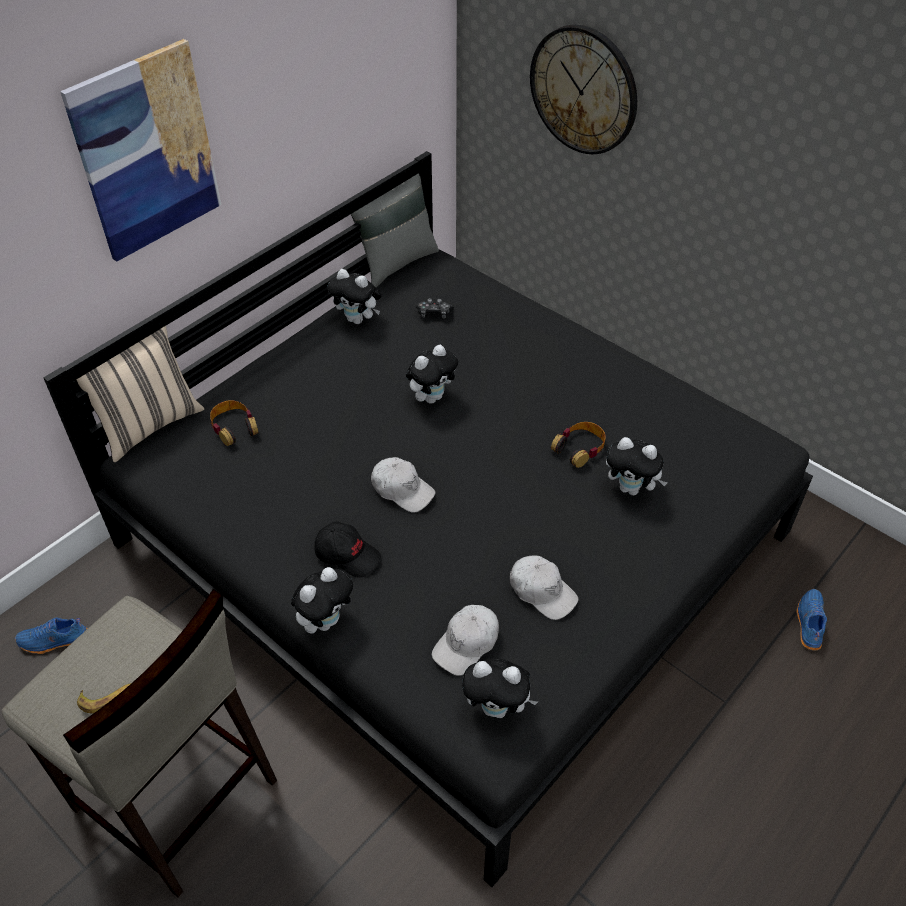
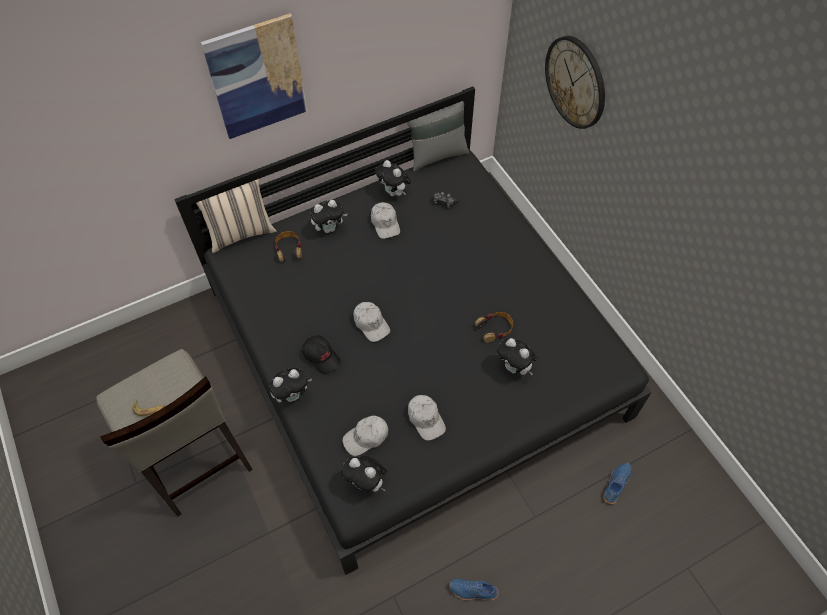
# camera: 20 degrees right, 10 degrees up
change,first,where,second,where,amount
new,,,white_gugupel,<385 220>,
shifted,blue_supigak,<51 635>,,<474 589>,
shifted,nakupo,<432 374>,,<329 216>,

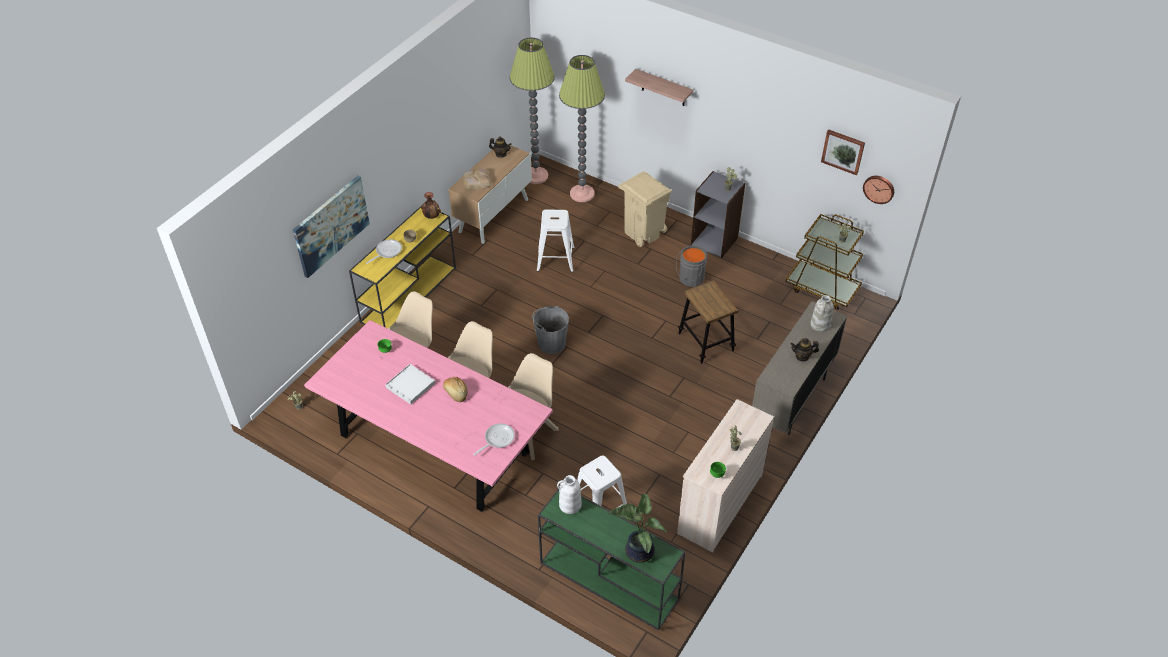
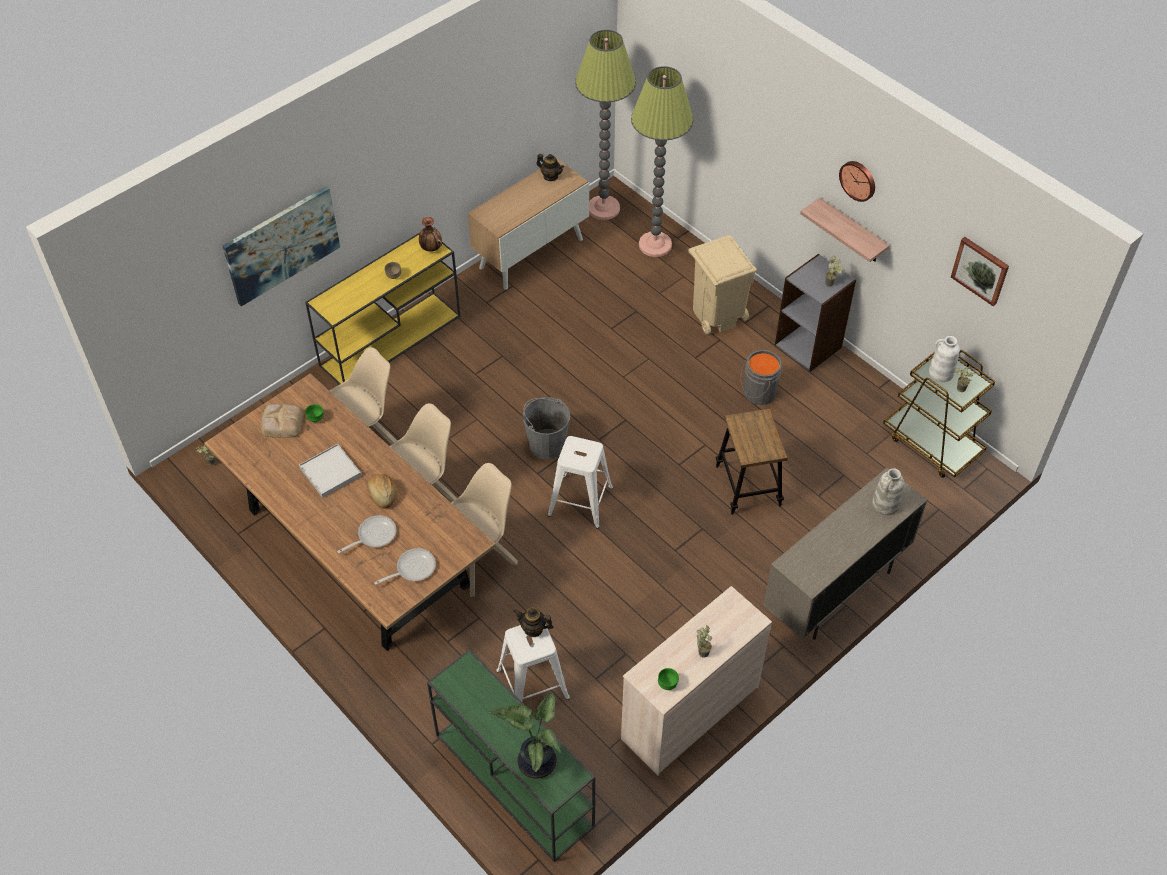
# camera: 15 degrees right, 5 degrees up
change,first,where,second,where,amount
shifted,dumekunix,<384 251>,,<367 534>,
shifted,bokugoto,<477 179>,,<282 421>,
shifted,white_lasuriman,<556 240>,,<580 482>,
shifted,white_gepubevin,<569 494>,,<944 359>,
shifted,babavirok,<659 87>,,<845 230>,
shifted,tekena,<805 350>,,<533 622>,
shifted,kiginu,<878 190>,,<857 181>,
repainted,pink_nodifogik,<428 416>,brown_nodifogik,<350 512>,

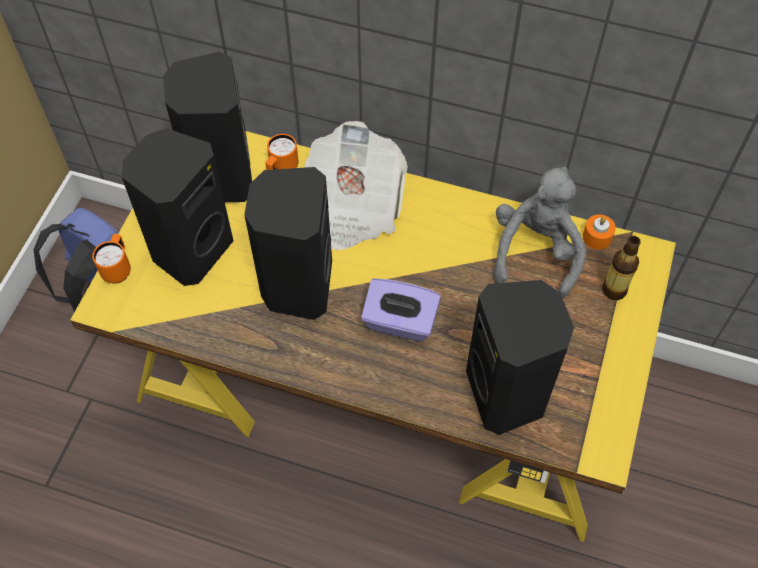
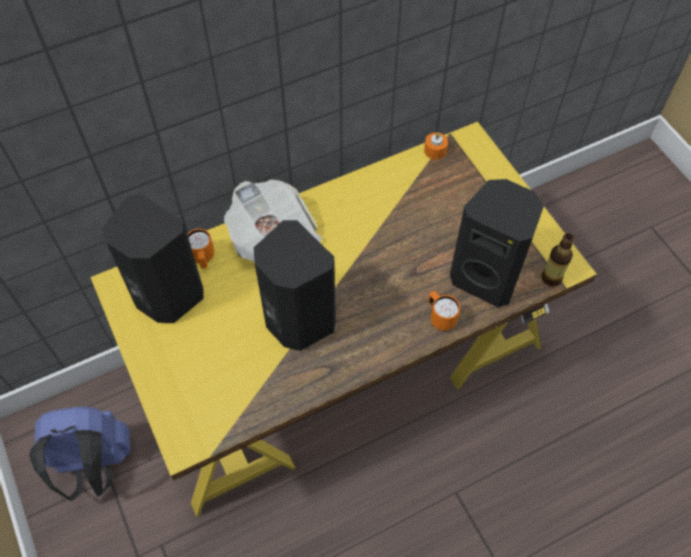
# camera: 45 degrees left, 0 degrees up
change,first,where,second,where,amount
gone,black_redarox,<177 207>,,,
gone,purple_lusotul,<401 310>,,,
gone,grey_nakupo,<539 232>,,,
shifted,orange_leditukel,<111 259>,,<444 311>,
shifted,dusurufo,<621 268>,,<558 260>,

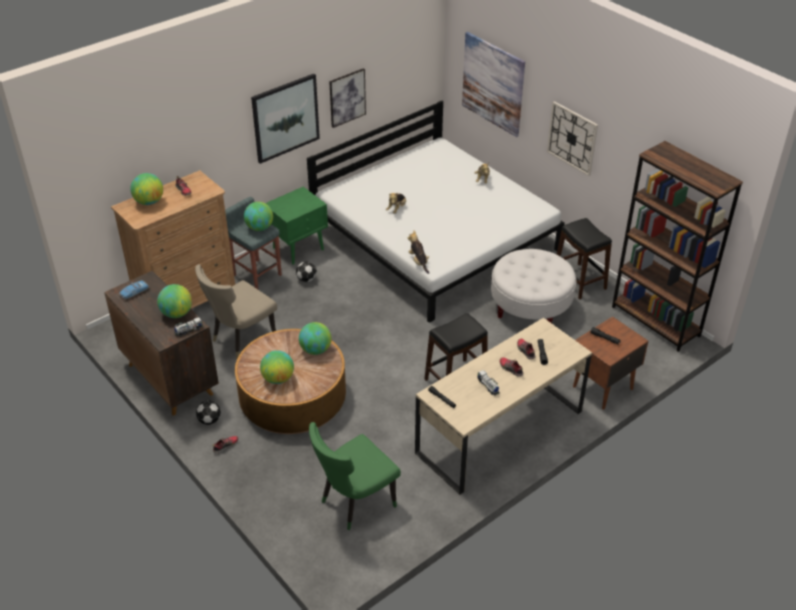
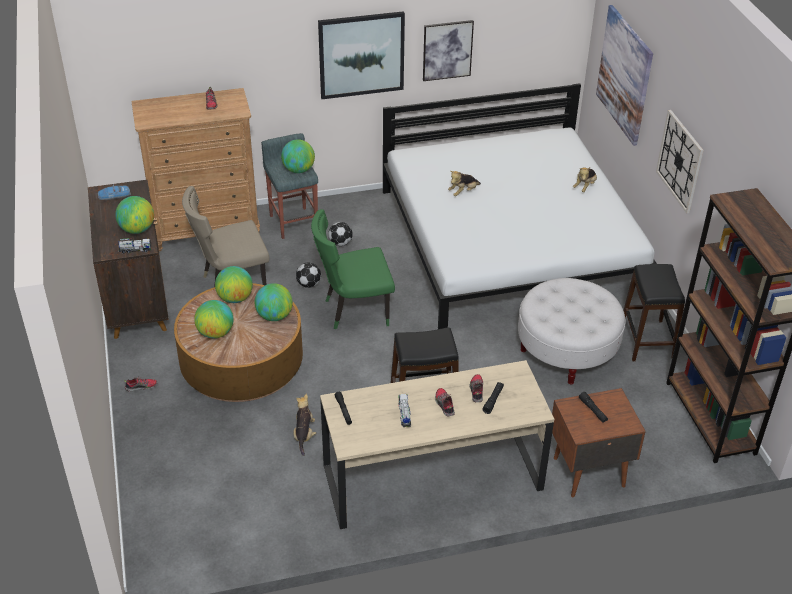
# camera: 25 degrees right, 0 degrees up
change,first,where,second,where,amount
gone,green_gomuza,<296 226>,,,
shifted,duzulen,<146 189>,,<234 284>,
shifted,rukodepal,<208 412>,,<308 275>,
shifted,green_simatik,<355 476>,,<353 269>,
shifted,nakupo,<418 252>,,<304 425>,

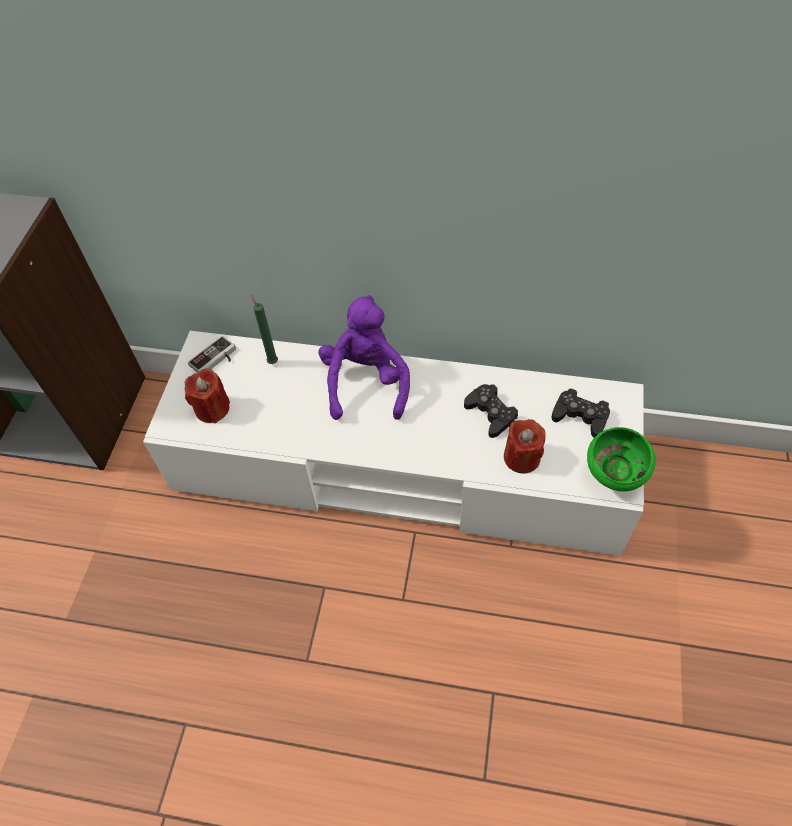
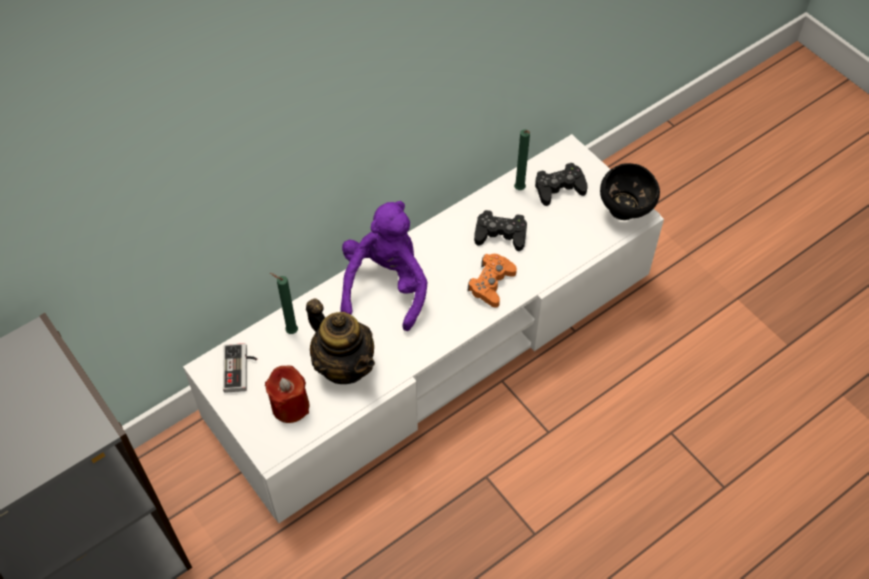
# camera: 50 degrees left, 0 degrees up
change,first,where,second,where,amount
gone,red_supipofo,<524 446>,,,
new,,,tekena,<340 341>,
new,,,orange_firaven,<492 281>,
new,,,green_supipofo,<522 159>,
repainted,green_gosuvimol,<621 459>,black_gosuvimol,<630 191>,
rotated,purple_nakupo,<364 357>,,<384 266>,60 degrees clockwise

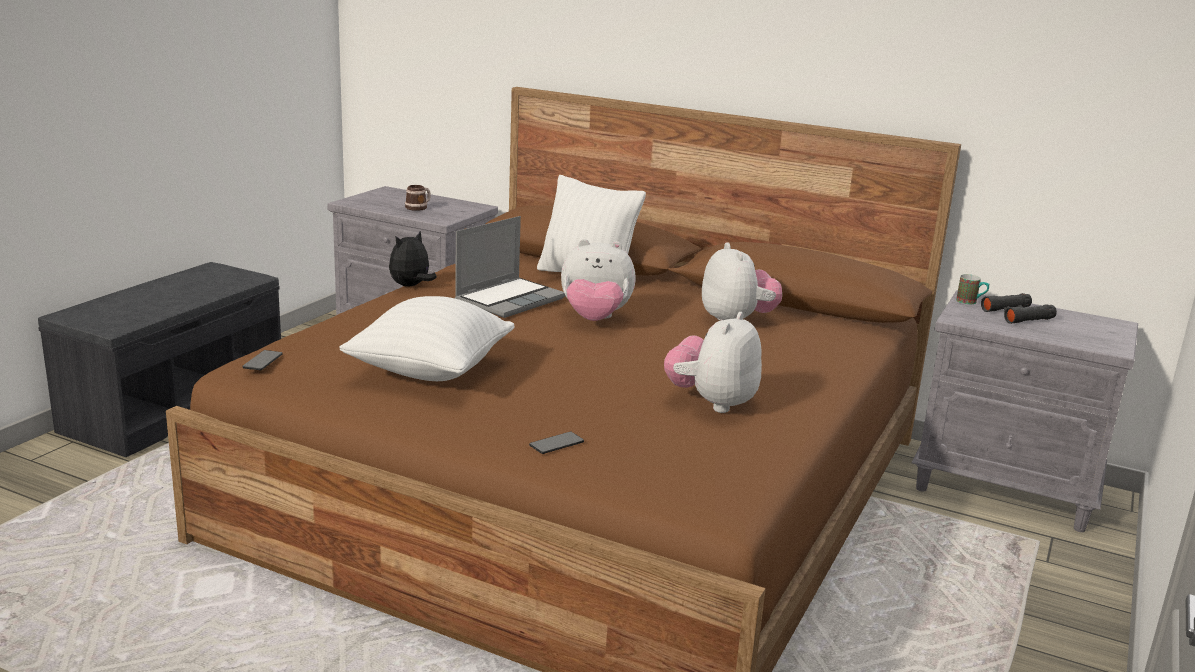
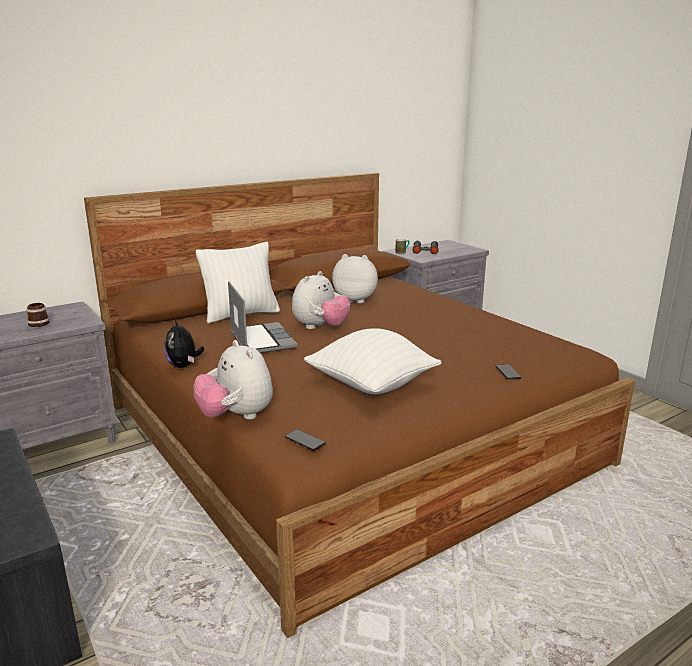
# camera: 60 degrees left, 0 degrees up
change,first,where,second,where,amount
shifted,nakupo,<713 362>,,<233 380>,

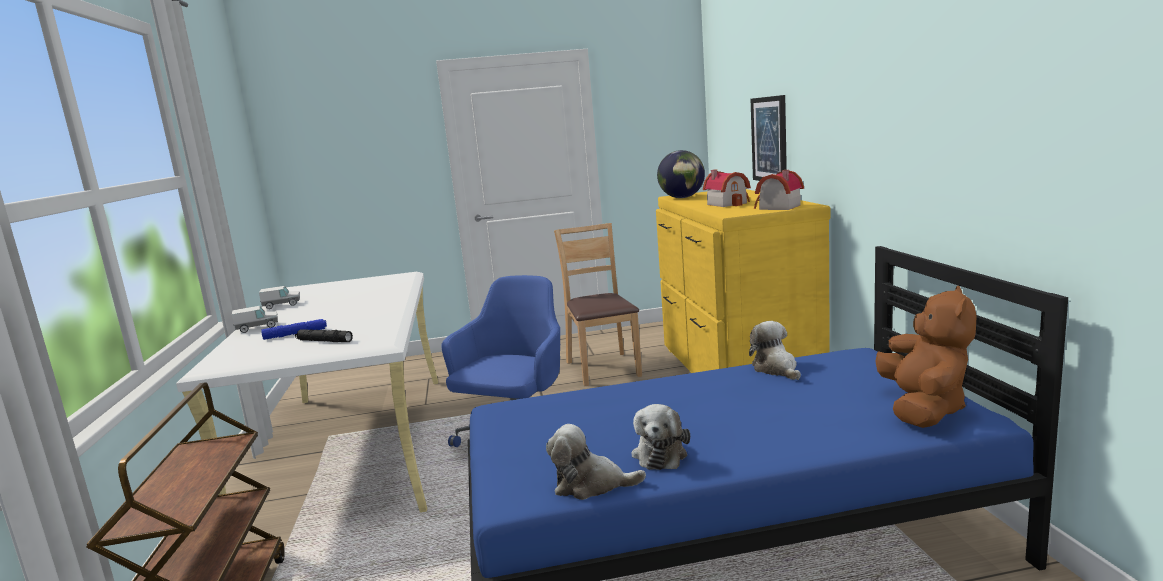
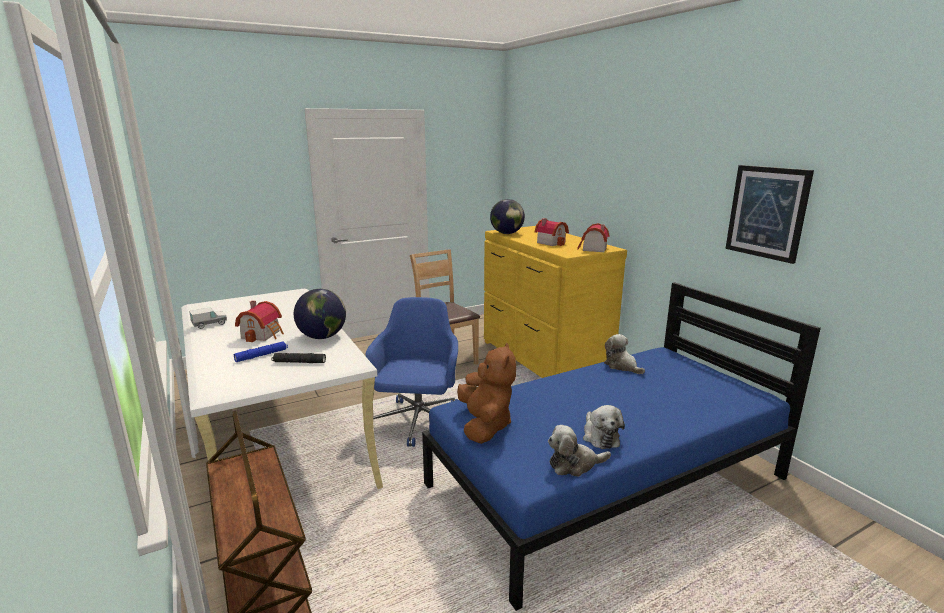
# camera: 20 degrees left, 5 degrees up
change,first,where,second,where,amount
gone,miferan,<255 319>,,,
new,,,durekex,<259 321>,
new,,,duzulen,<320 314>,
shifted,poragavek,<768 138>,,<769 214>,
shifted,brown_nakupo,<926 357>,,<486 393>,

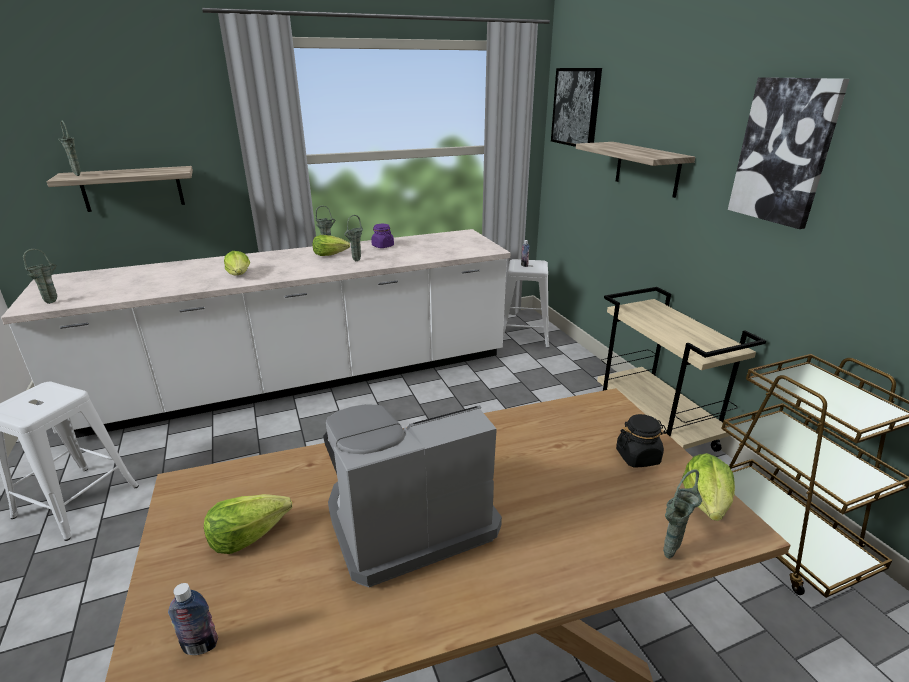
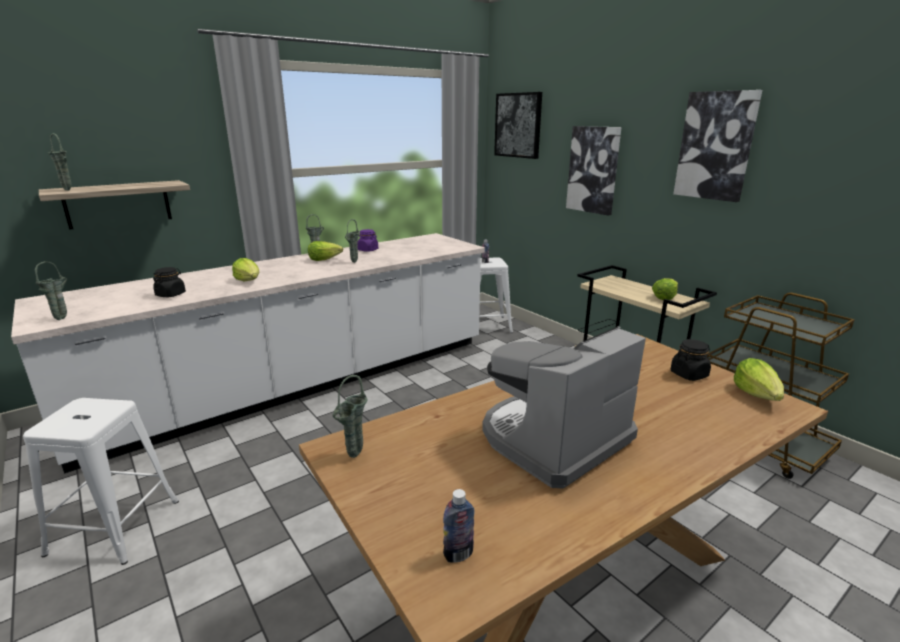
# camera: 15 degrees left, 5 degrees down
change,first,where,second,where,amount
new,,,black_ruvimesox,<169 282>,
shifted,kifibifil,<248 524>,,<665 289>,
shifted,green_gepubevin,<682 514>,,<349 416>,
swapped,babavirok,<635 170>,poragavek,<594 170>,

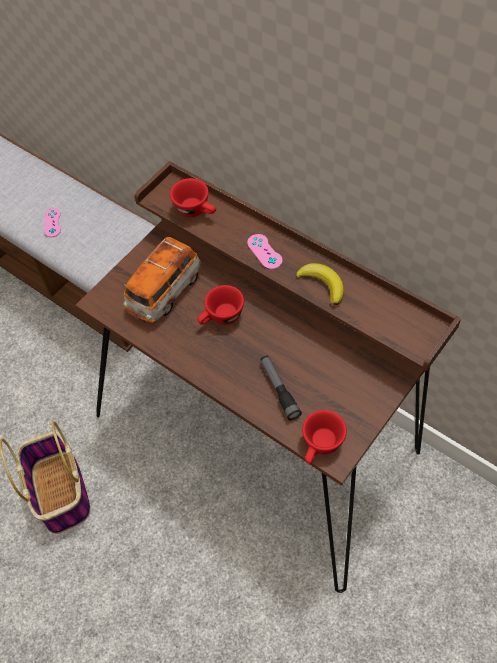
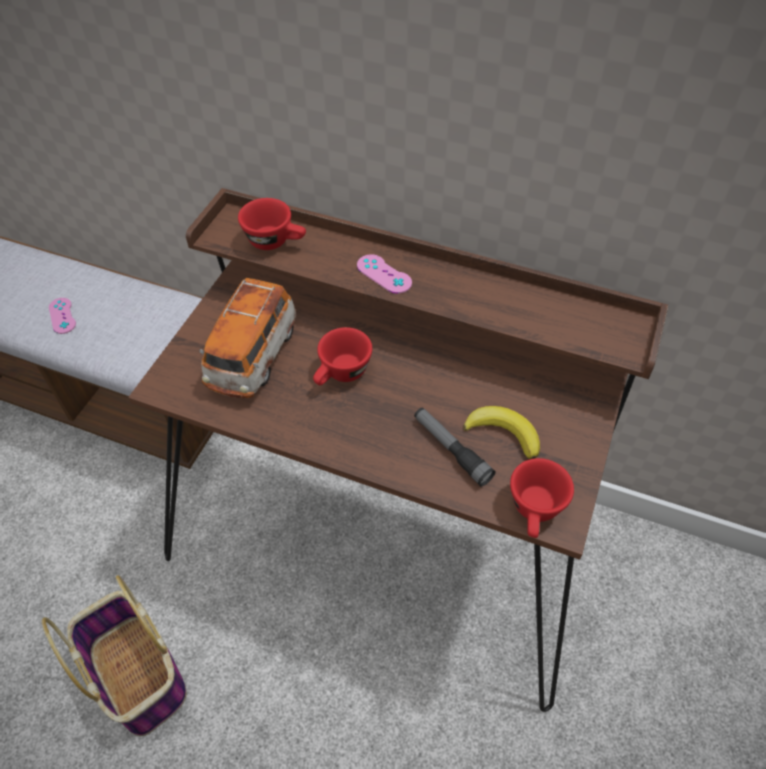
# camera: 20 degrees left, 5 degrees down
change,first,where,second,where,amount
shifted,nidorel,<320 284>,,<501 432>,

